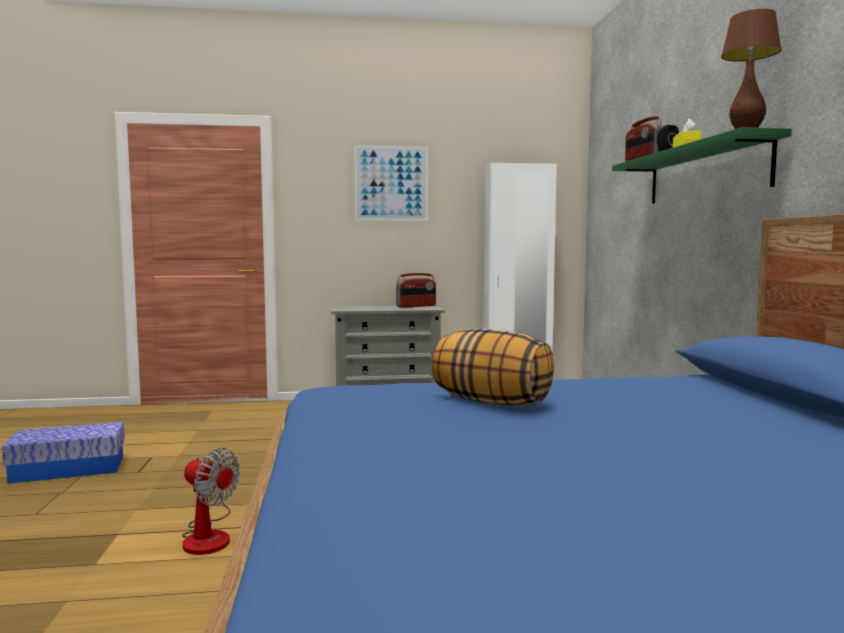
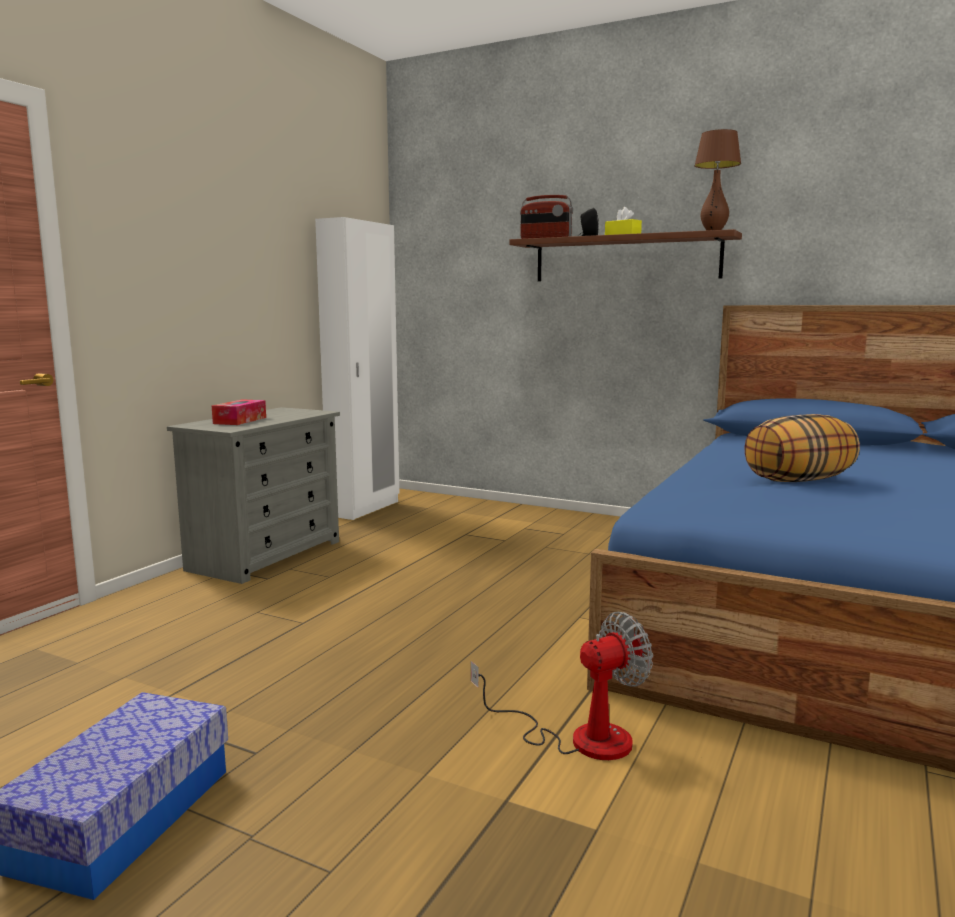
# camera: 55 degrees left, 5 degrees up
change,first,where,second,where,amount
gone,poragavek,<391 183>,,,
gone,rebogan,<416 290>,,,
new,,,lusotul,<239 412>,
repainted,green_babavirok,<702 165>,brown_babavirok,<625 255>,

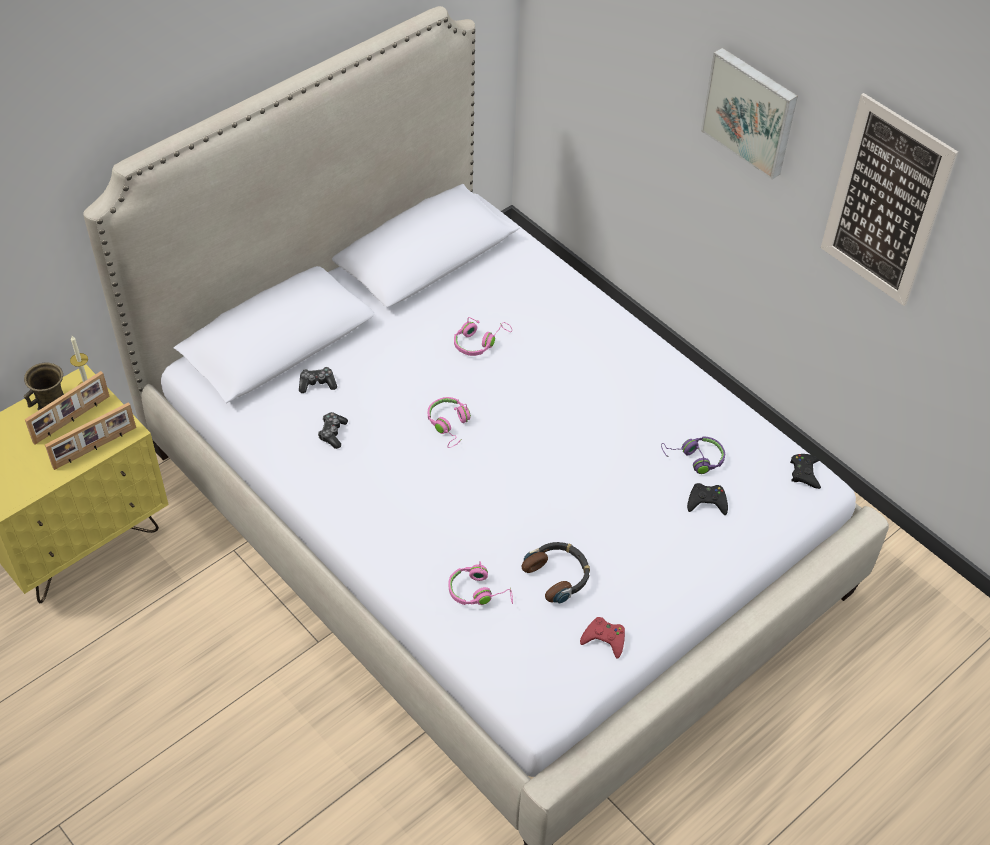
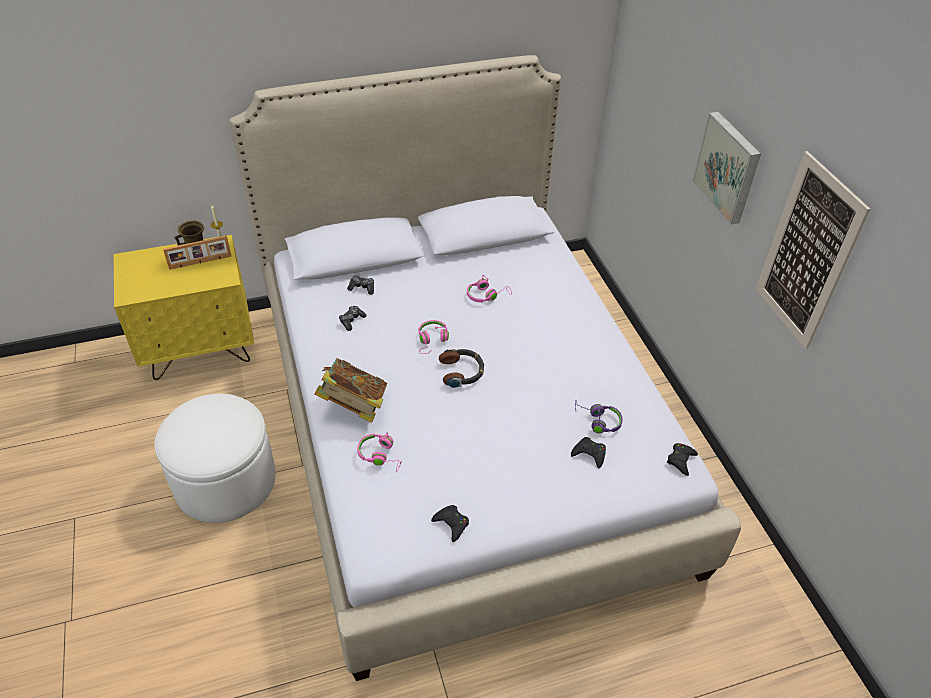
# camera: 25 degrees right, 5 degrees down
change,first,where,second,where,amount
gone,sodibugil,<90 436>,,,
new,,,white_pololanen,<215 458>,
new,,,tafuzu,<350 390>,
shifted,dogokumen,<555 572>,,<461 368>,
repainted,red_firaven,<602 638>,black_firaven,<450 523>,

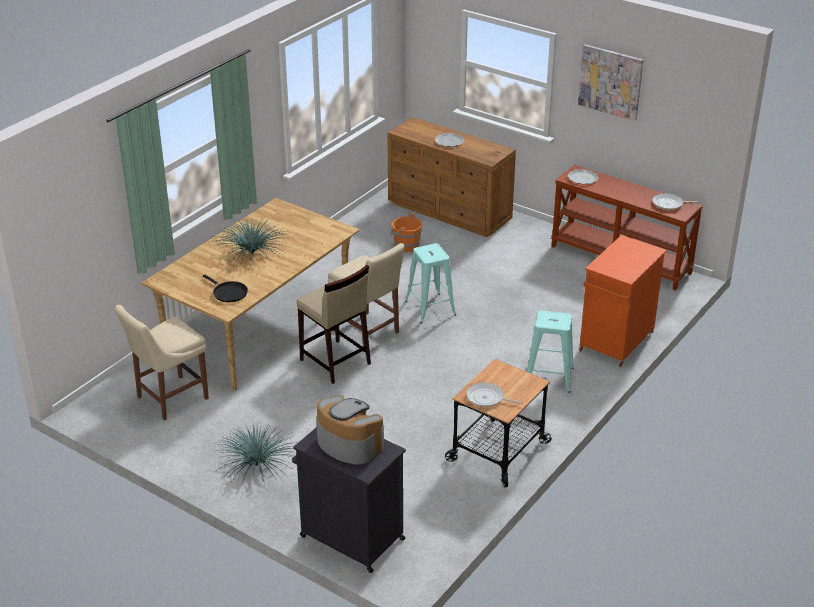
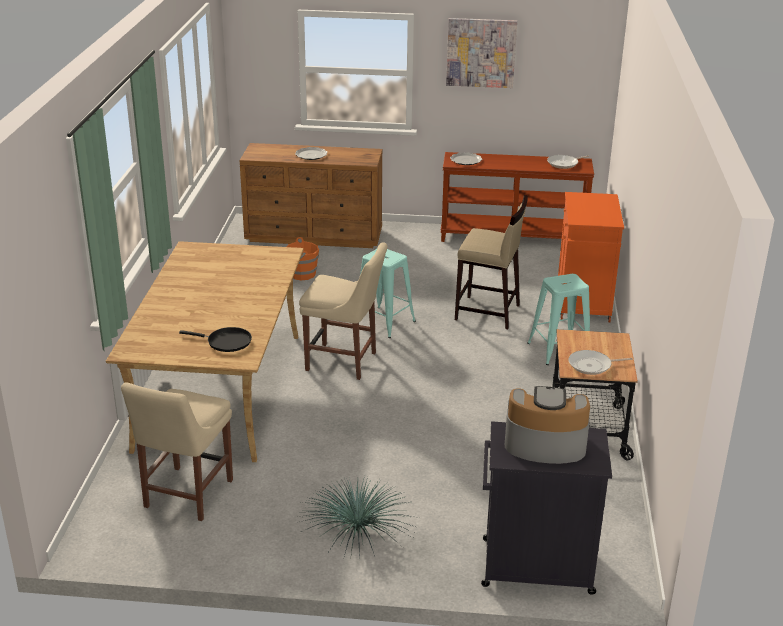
# camera: 30 degrees left, 5 degrees down
change,first,where,second,where,amount
gone,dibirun,<249 240>,,,
shifted,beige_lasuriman,<334 324>,,<491 262>,

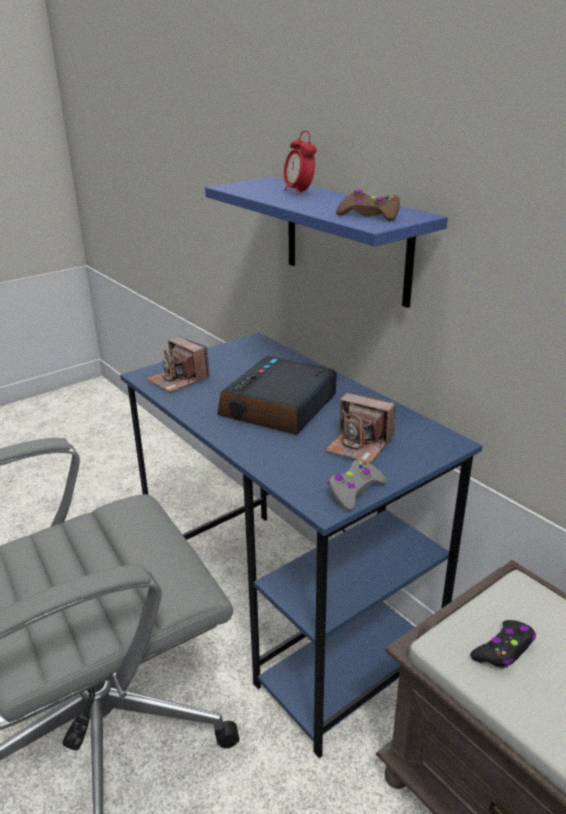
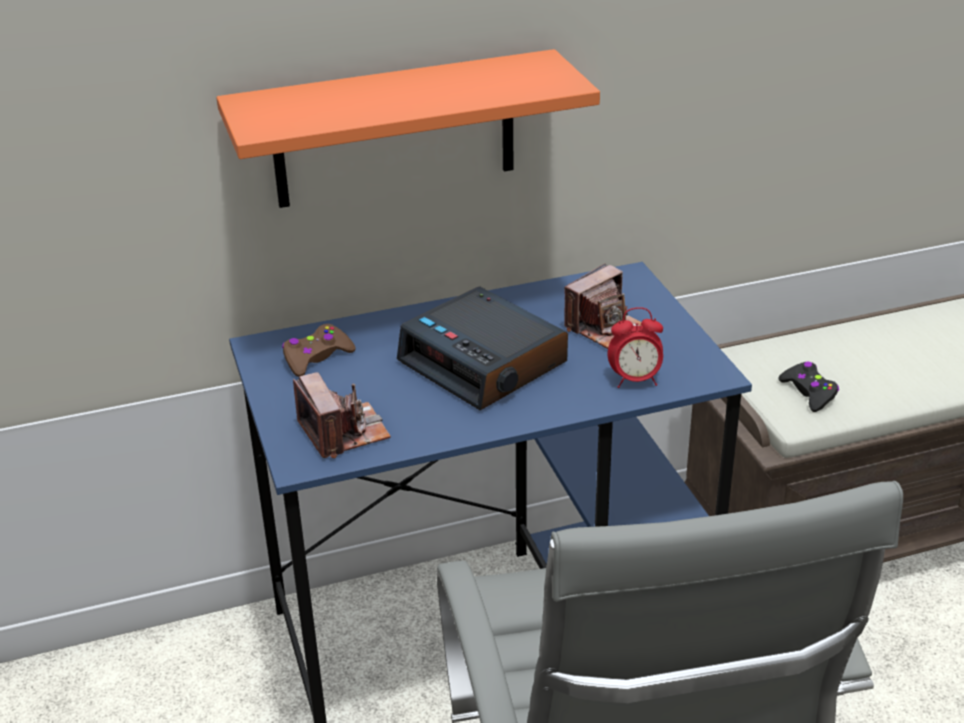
# camera: 70 degrees left, 5 degrees up
change,first,where,second,where,amount
gone,grey_firaven,<357 485>,,,
shifted,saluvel,<300 163>,,<635 347>,
shifted,brown_firaven,<368 205>,,<319 350>,
repainted,blue_babavirok,<326 242>,orange_babavirok,<408 128>,
rotated,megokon,<178 364>,,<342 415>,90 degrees counterclockwise

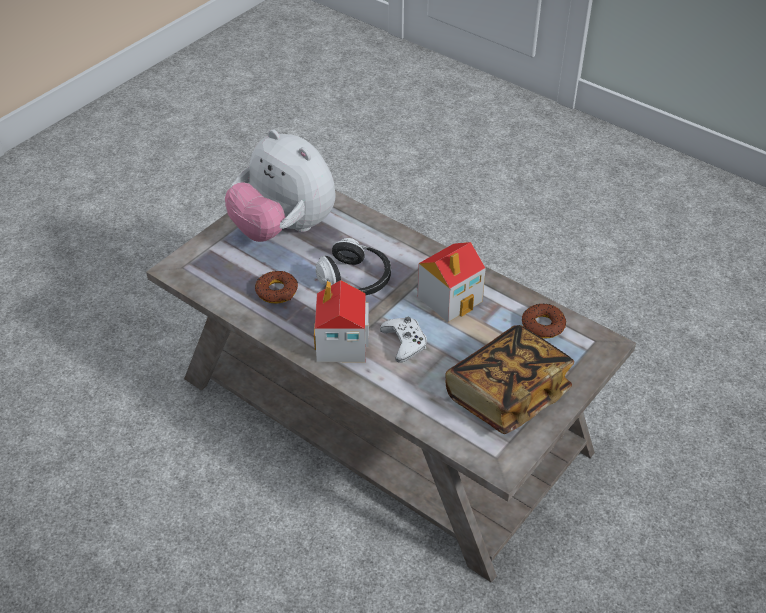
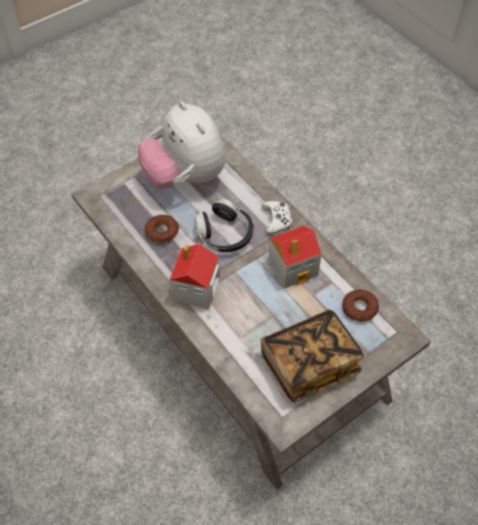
# camera: 15 degrees right, 10 degrees up
change,first,where,second,where,amount
shifted,white_firaven,<403 340>,,<277 218>,

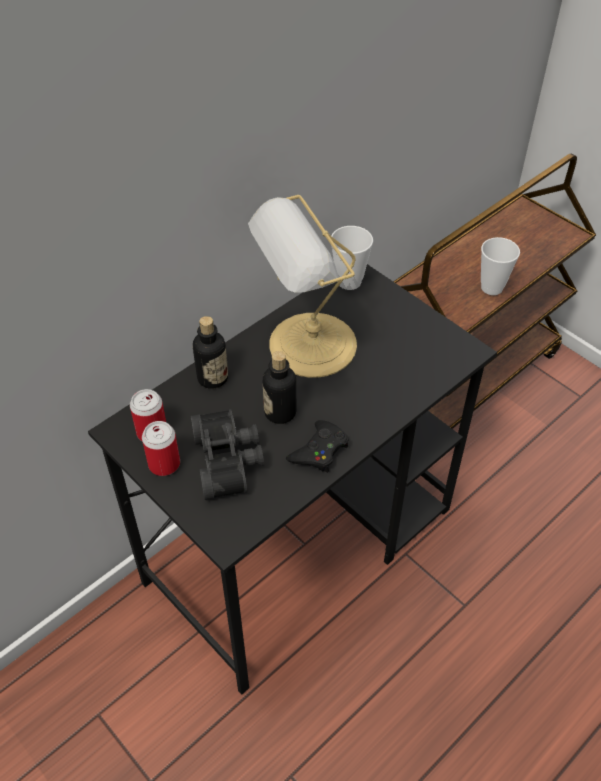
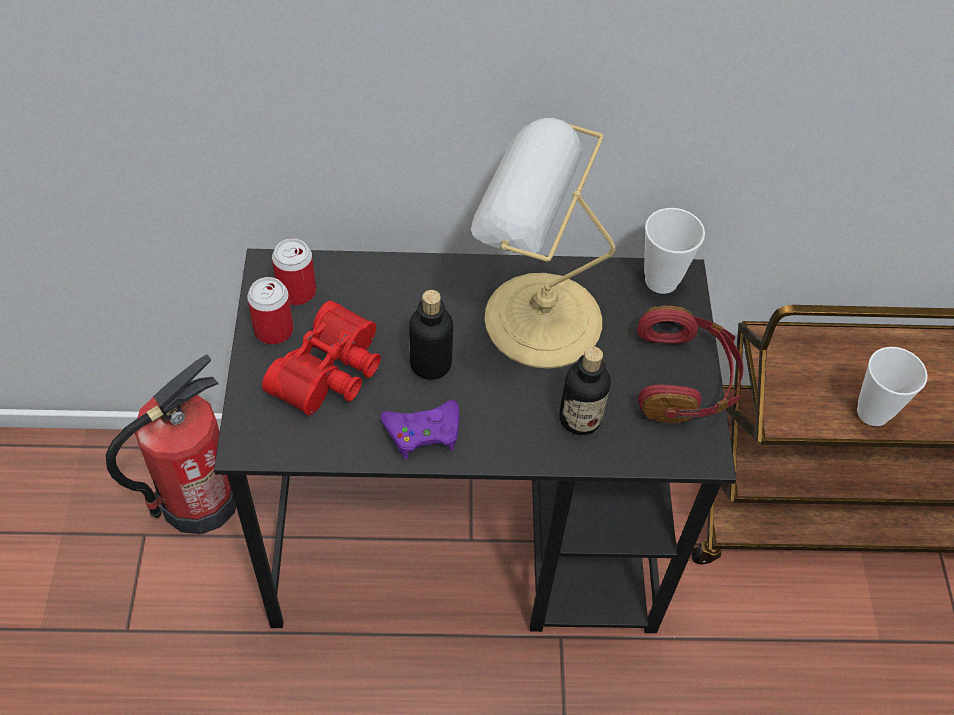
# camera: 40 degrees right, 5 degrees up
change,first,where,second,where,amount
new,,,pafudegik,<170 444>,
new,,,red_dogokumen,<690 364>,
shifted,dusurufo,<210 352>,,<585 390>,
repainted,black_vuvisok,<227 454>,red_vuvisok,<321 357>,
repainted,black_firaven,<317 446>,purple_firaven,<419 429>,

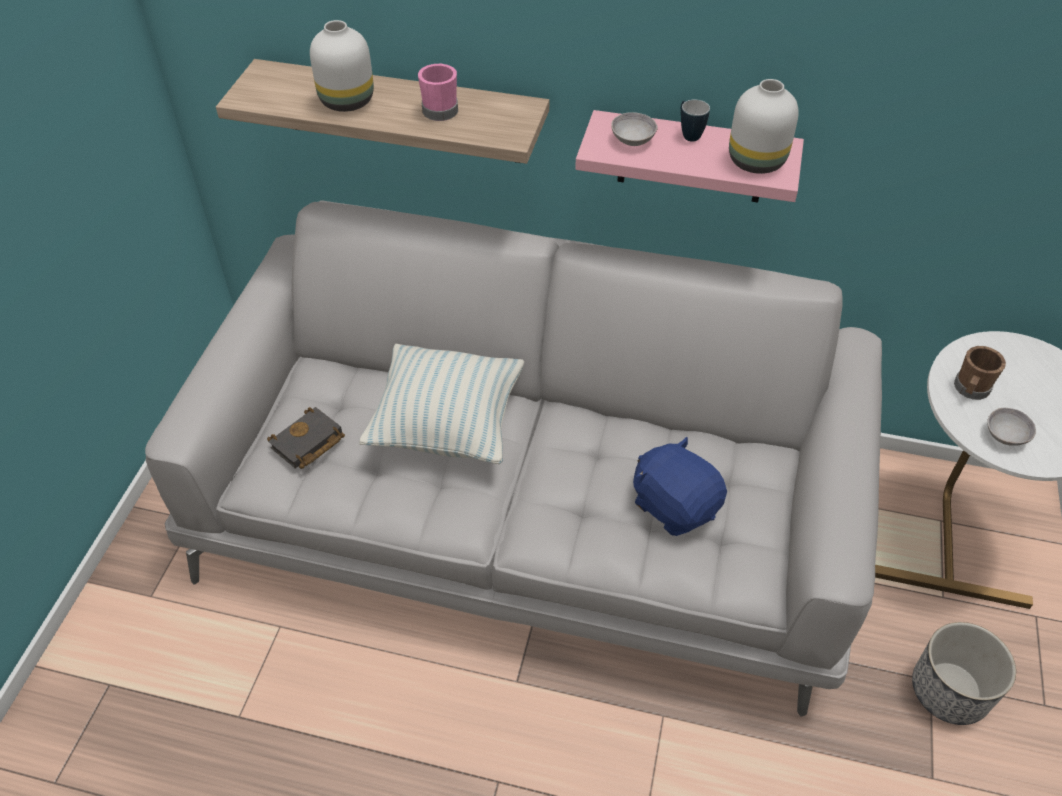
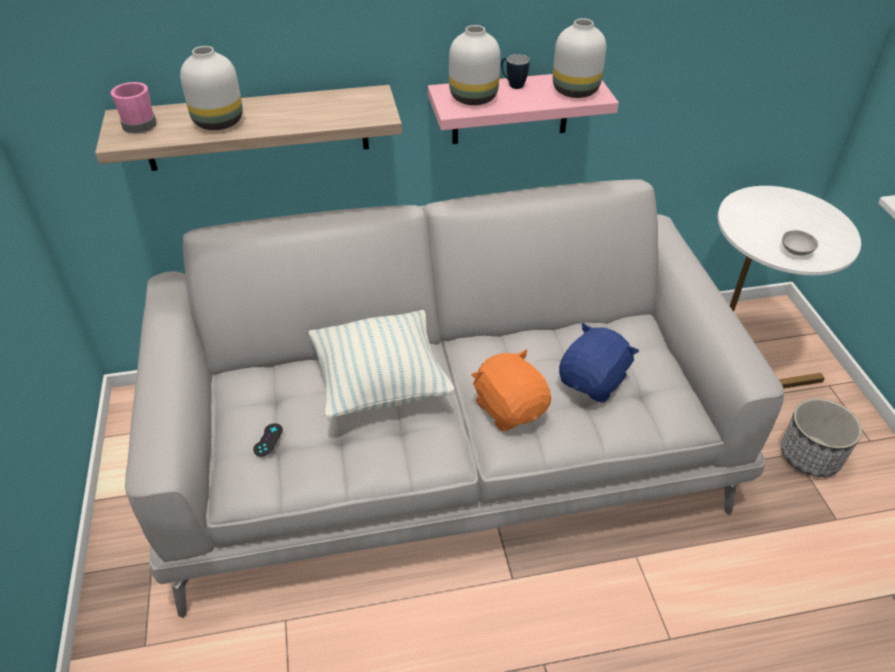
# camera: 25 degrees left, 5 degrees down
change,first,where,second,where,amount
gone,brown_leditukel,<980 373>,,,
new,,,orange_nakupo,<511 390>,
shifted,pink_leditukel,<438 92>,,<133 108>,
swapped,black_tafuzu,<306 438>,black_firaven,<268 440>,
swapped,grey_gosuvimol,<634 129>,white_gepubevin,<474 65>,
rotated,blue_nakupo,<680 486>,,<599 363>,105 degrees clockwise

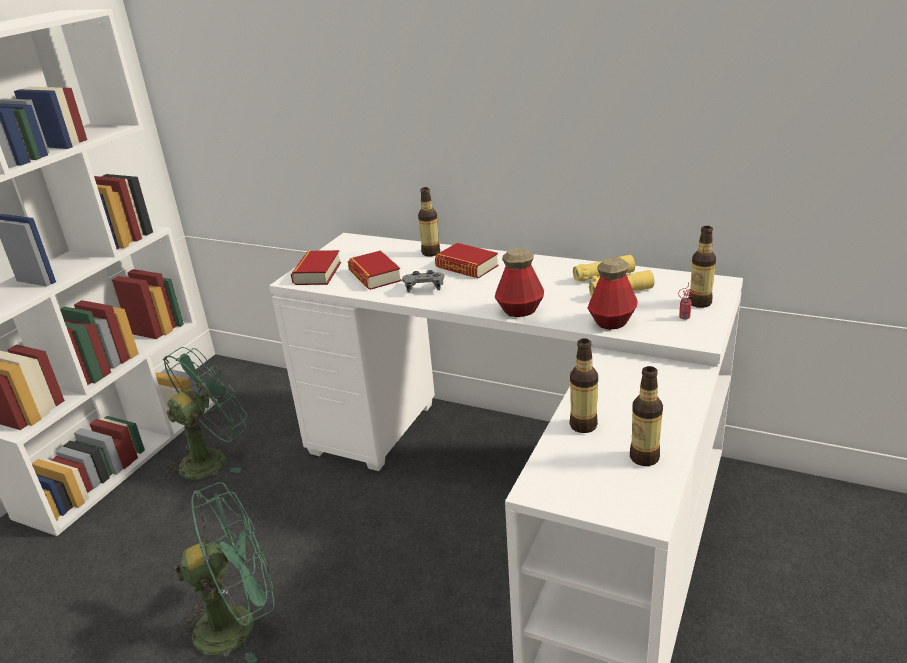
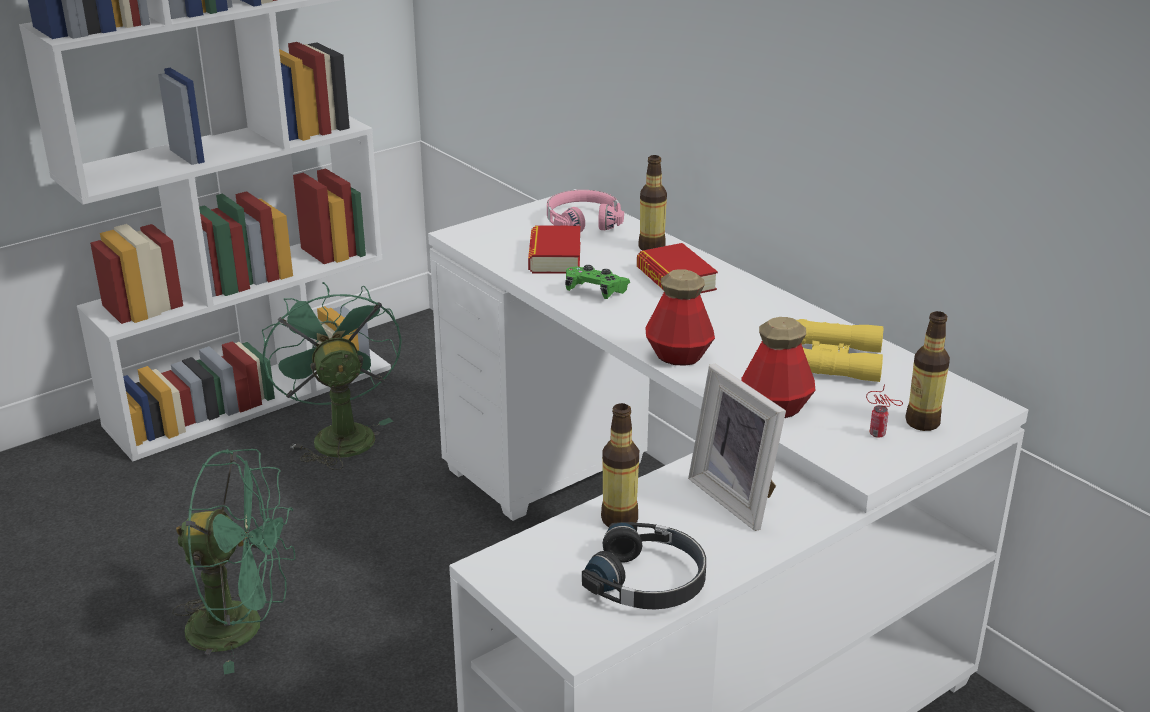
# camera: 25 degrees right, 0 degrees up
change,first,where,second,where,amount
gone,tafuzu,<316 267>,,,
new,,,pink_dogokumen,<585 211>,
new,,,sodibugil,<737 447>,
swapped,dusurufo,<646 416>,black_dogokumen,<644 565>,
repainted,grey_firaven,<423 281>,green_firaven,<597 282>,
rotated,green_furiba,<204 413>,,<332 376>,90 degrees counterclockwise

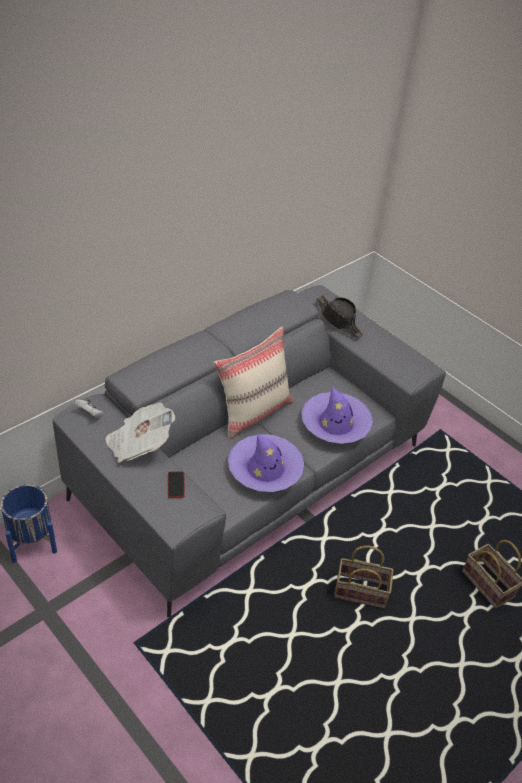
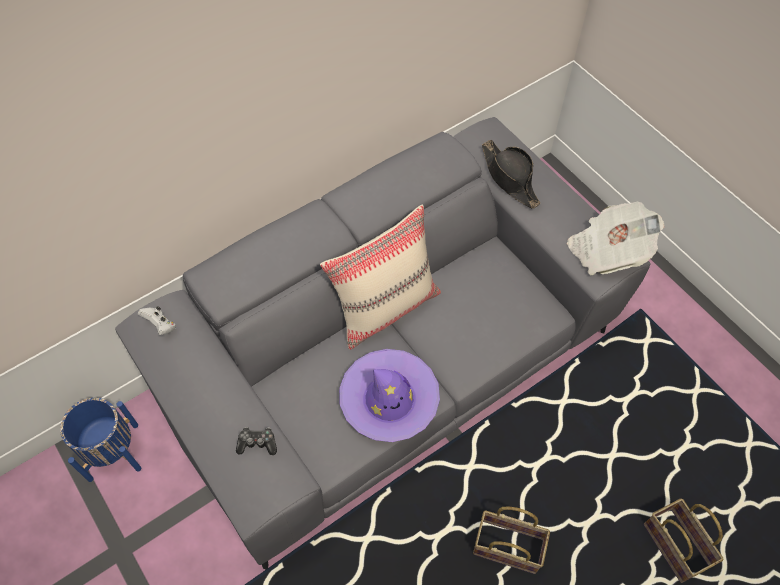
# camera: 10 degrees right, 15 degrees up
change,first,where,second,where,amount
gone,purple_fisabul,<337 415>,,,
shifted,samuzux,<140 432>,,<616 238>,
swapped,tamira,<176 484>,firaven,<256 441>,

